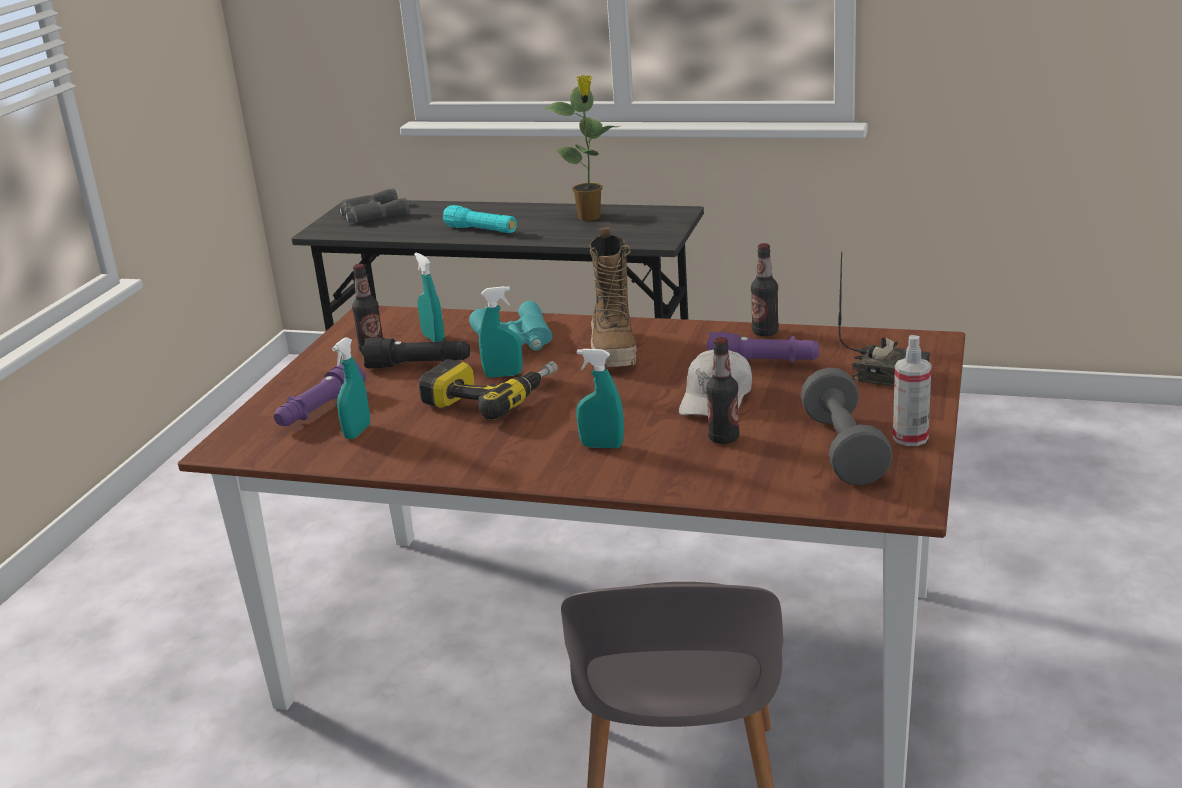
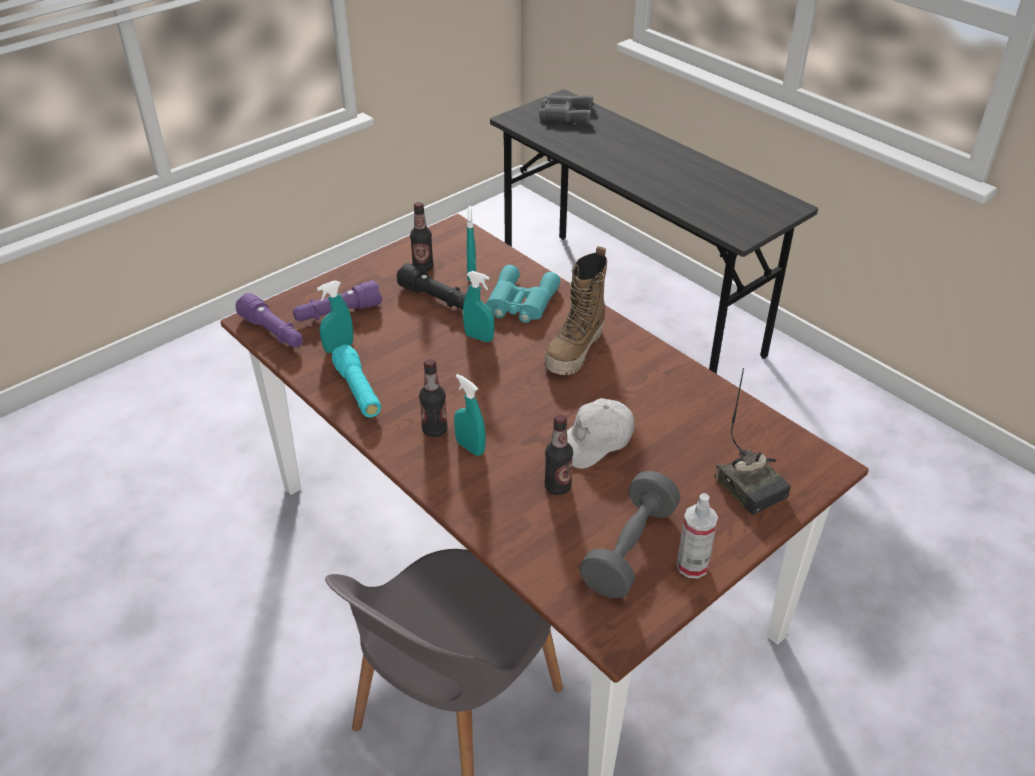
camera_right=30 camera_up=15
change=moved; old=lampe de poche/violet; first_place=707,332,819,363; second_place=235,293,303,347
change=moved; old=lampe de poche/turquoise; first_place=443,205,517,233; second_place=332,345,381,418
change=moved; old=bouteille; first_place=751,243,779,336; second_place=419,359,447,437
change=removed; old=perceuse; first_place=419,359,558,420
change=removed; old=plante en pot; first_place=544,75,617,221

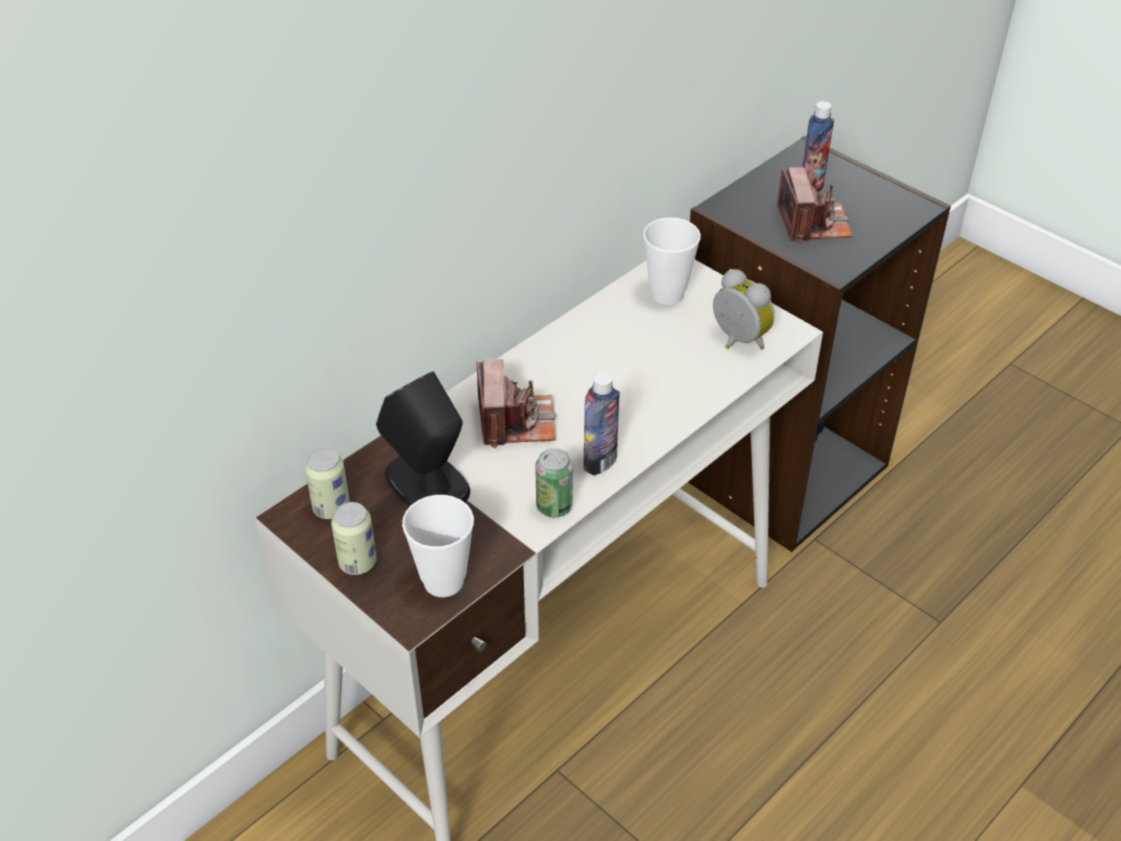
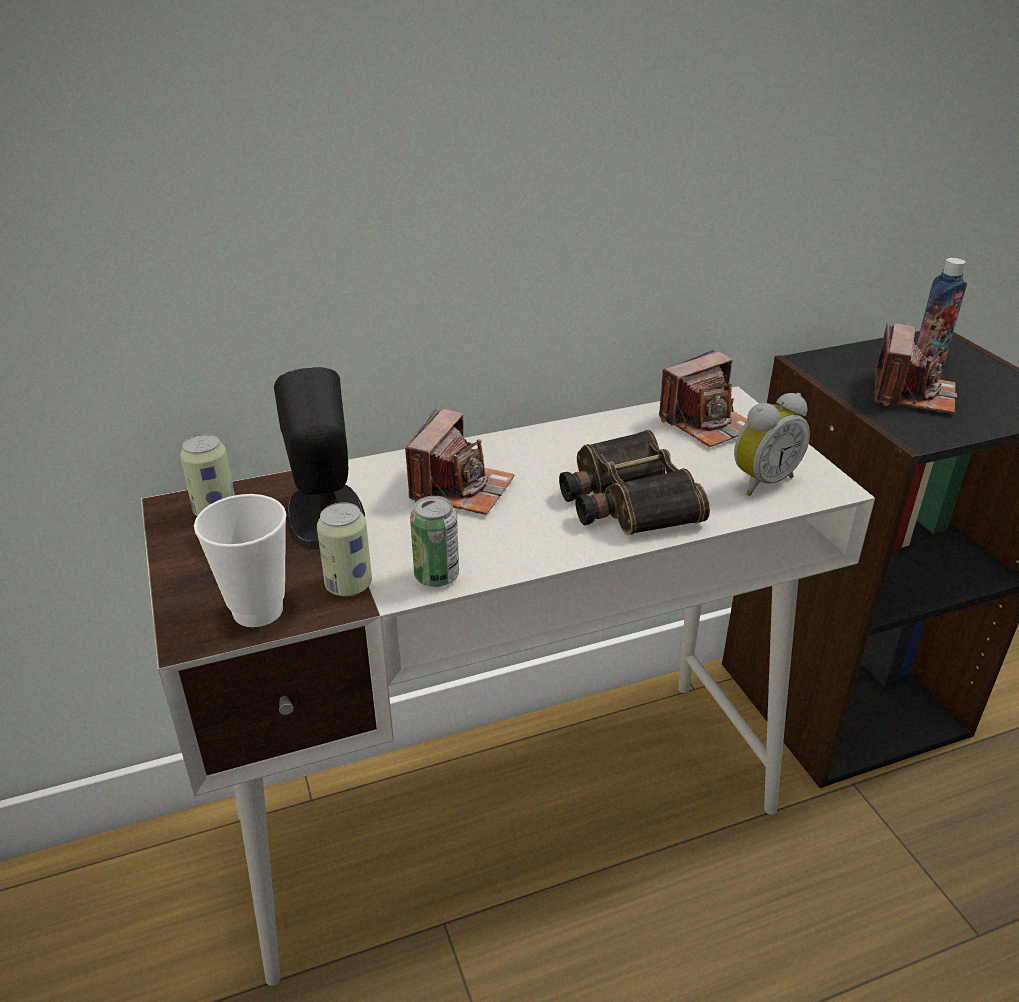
camera_right=25 camera_up=-10
change=moved; old=boîte métallique; first_place=331,502,377,575; second_place=317,502,372,597
change=added; new=jumelles; second_place=559,430,710,535
change=replaced; old=tasse; new=appareil photo; first_place=643,217,701,305; second_place=659,350,747,447
change=turned; old=réveil; first_place=713,269,775,349; second_place=734,393,810,496; degrees=75
change=removed; old=bouteille; first_place=583,372,620,475

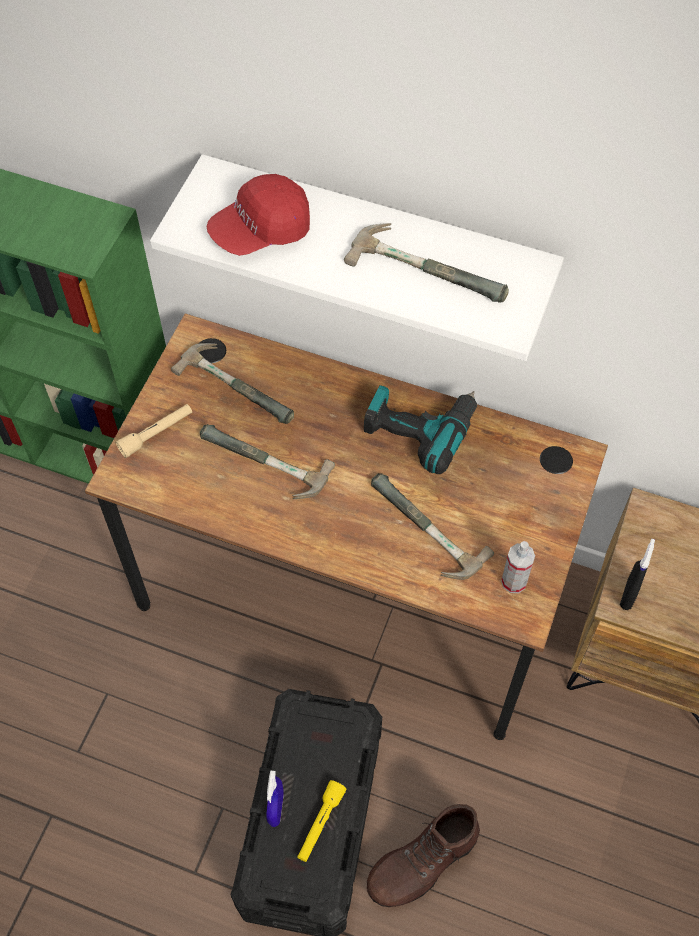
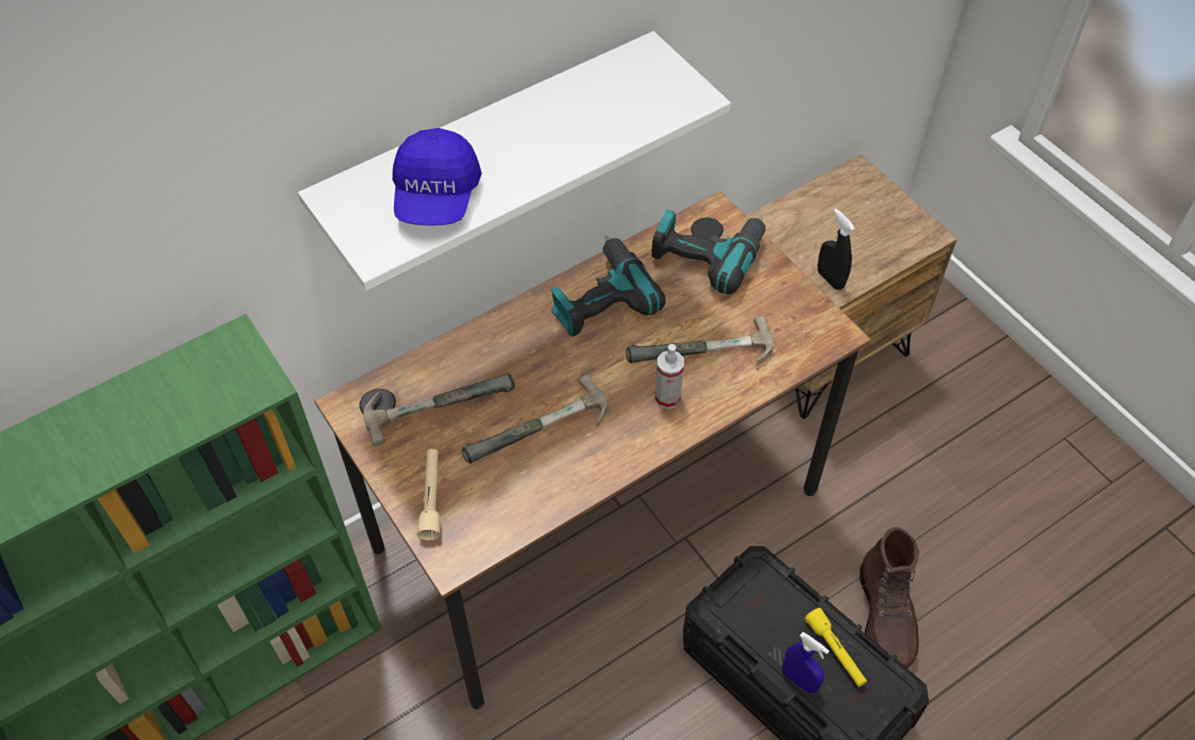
camera_right=-55 camera_up=-5
change=recoloured; old=casquette/rouge; new=casquette/bleu; first_place=206,174,310,256; second_place=392,128,482,226
change=added; new=perceuse; second_place=652,210,766,295
change=moved; old=vaporisateur; first_place=501,541,535,593; second_place=655,344,684,409
change=removed; old=marteau; first_place=344,223,509,303

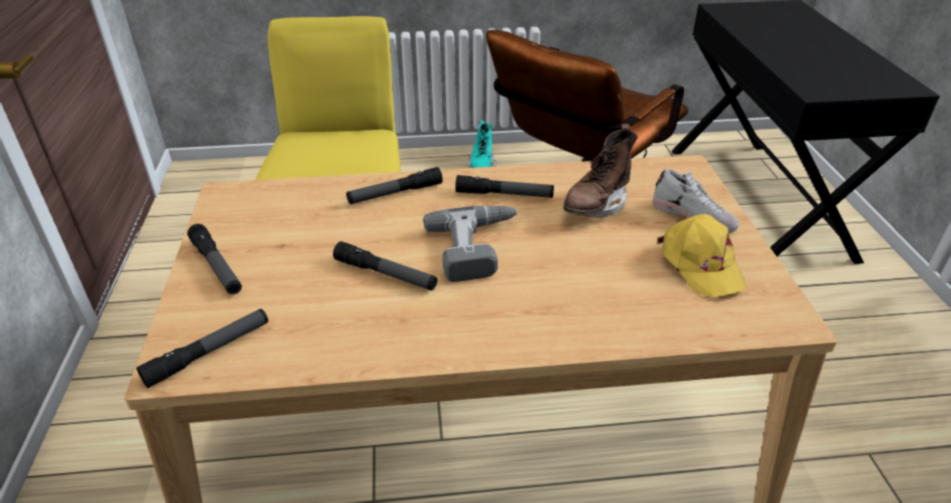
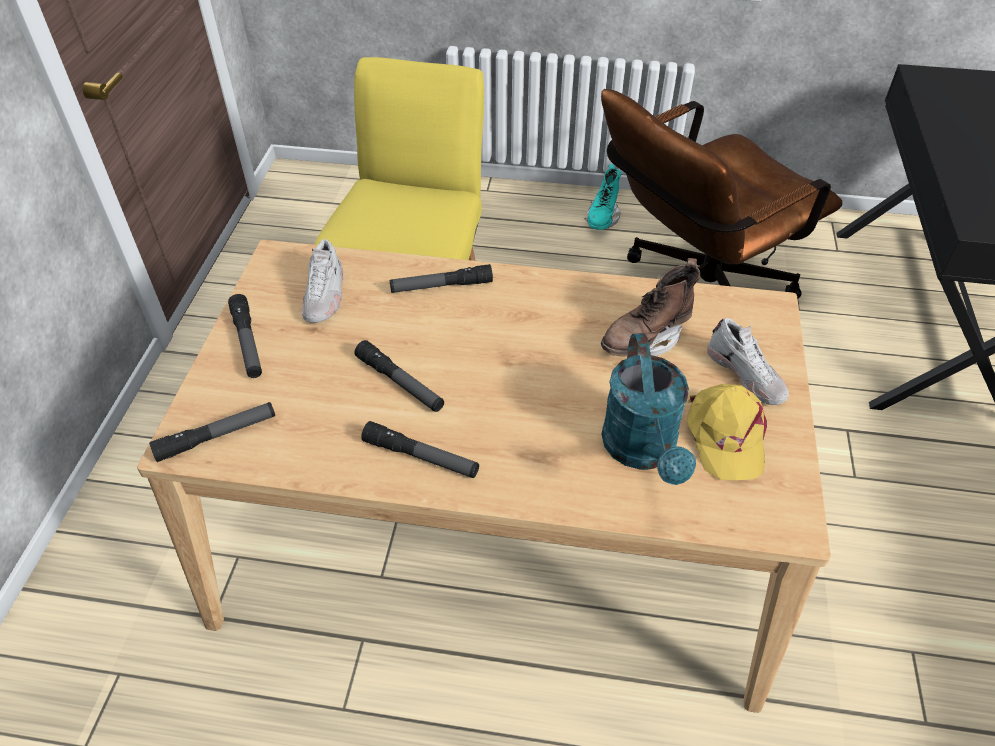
camera_right=15 camera_up=10
change=added; new=chaussure/blanc; second_place=302,239,344,323
change=moved; old=lampe de poche; first_place=455,175,554,198; second_place=361,421,479,478
change=added; new=arrosoir/turquoise; second_place=601,333,696,485
change=removed; old=perceuse; first_place=423,206,518,282

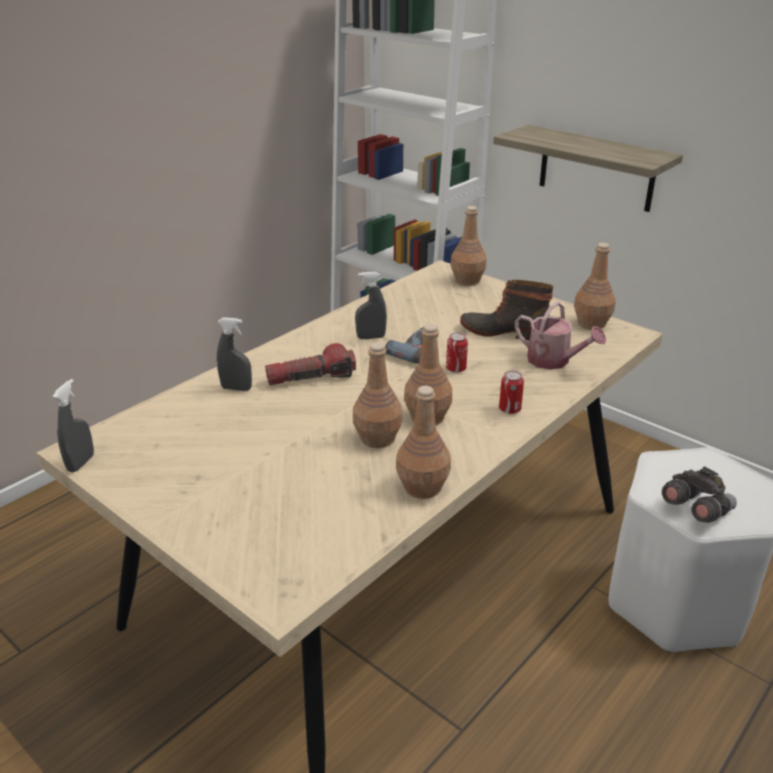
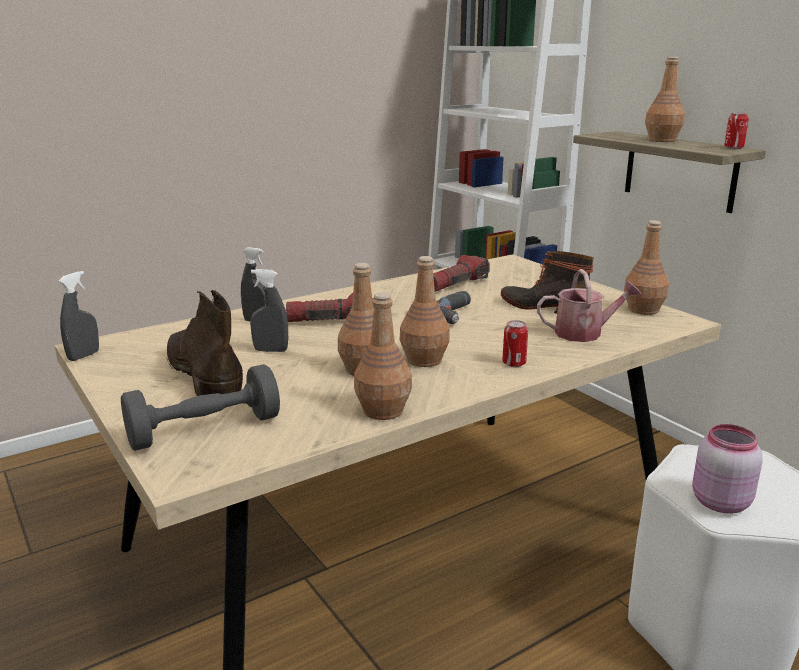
camera_right=15 camera_up=-10
change=added; new=haltère/gris; second_place=121,364,280,451
change=added; new=botte/marron; second_place=166,290,243,396
change=moved; old=vaporisateur/gris; first_place=355,272,387,339; second_place=250,269,288,352
change=added; new=lampe de poche; second_place=433,255,490,292
change=turned; old=arrosoir; first_place=515,302,606,370; second_place=537,269,642,342; degrees=-60
change=moved; old=bouteille/marron; first_place=451,206,487,286; second_place=645,57,685,142
change=replaced; old=jumelles/gris; new=bocal/rose; first_place=662,466,737,523; second_place=692,424,763,514
change=moved; old=boîte métallique; first_place=446,332,468,373; second_place=724,113,749,149

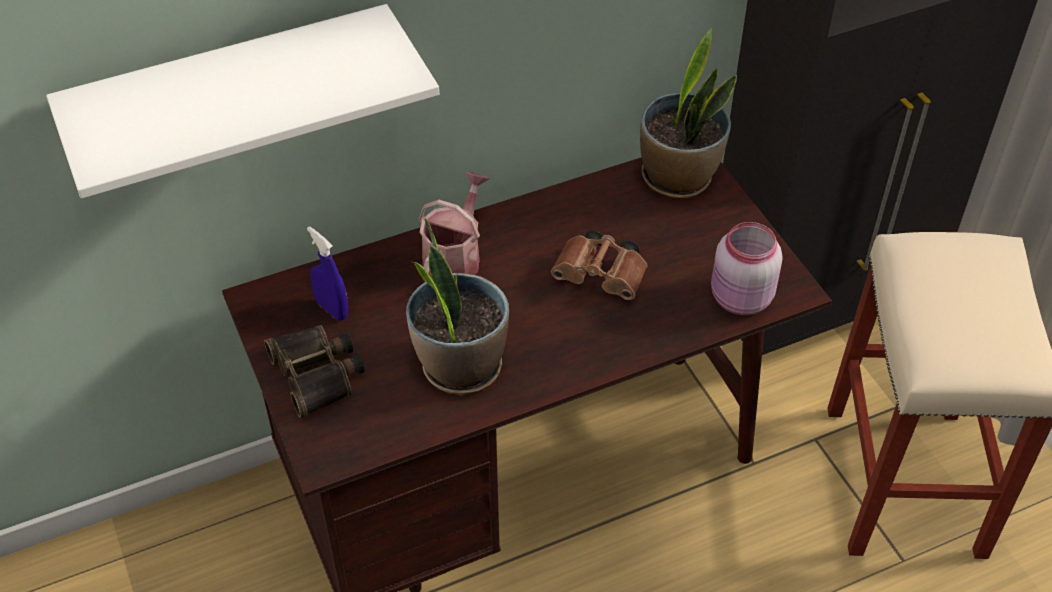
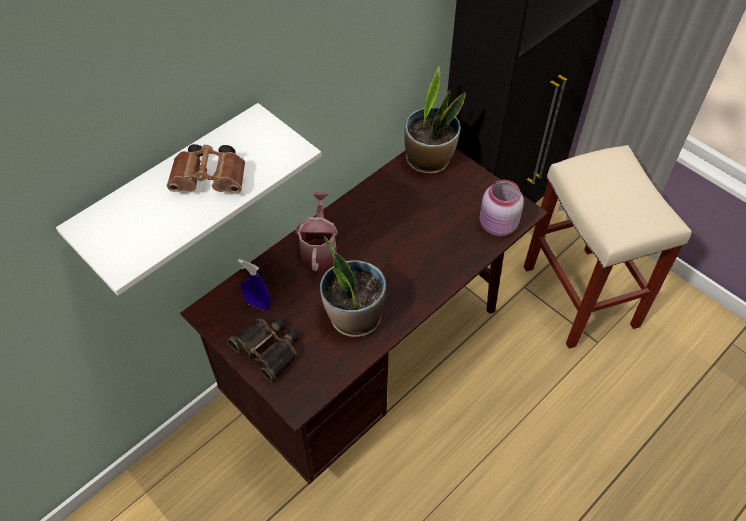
camera_right=-20 camera_up=5
change=moved; old=jumelles/marron; first_place=551,230,647,300; second_place=167,144,245,193

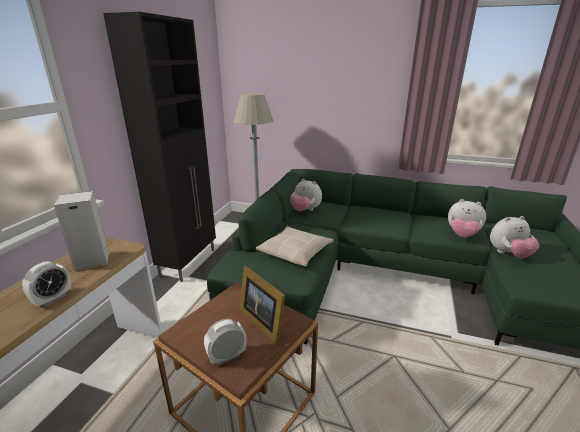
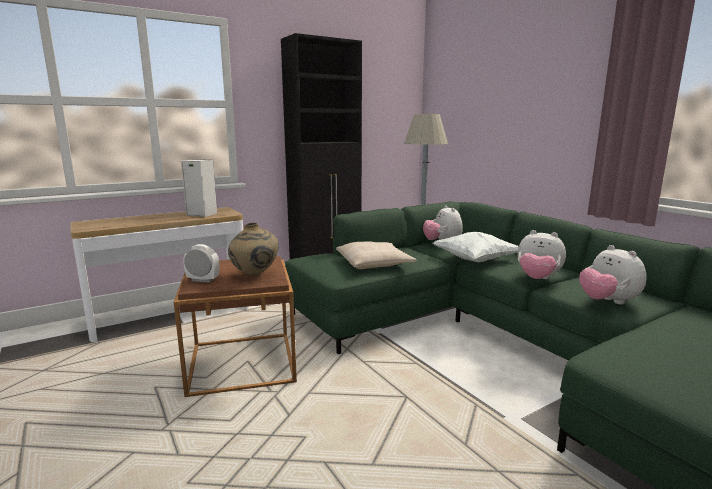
camera_right=40 camera_up=-10
change=replaced; old=cadre photo; new=vase/beige; first_place=240,266,285,344; second_place=228,223,278,275
change=added; new=coussin/blanc; second_place=433,232,519,262
change=moved; old=peluche; first_place=490,216,539,258; second_place=518,230,566,279
change=removed; old=réveil; first_place=22,261,71,307

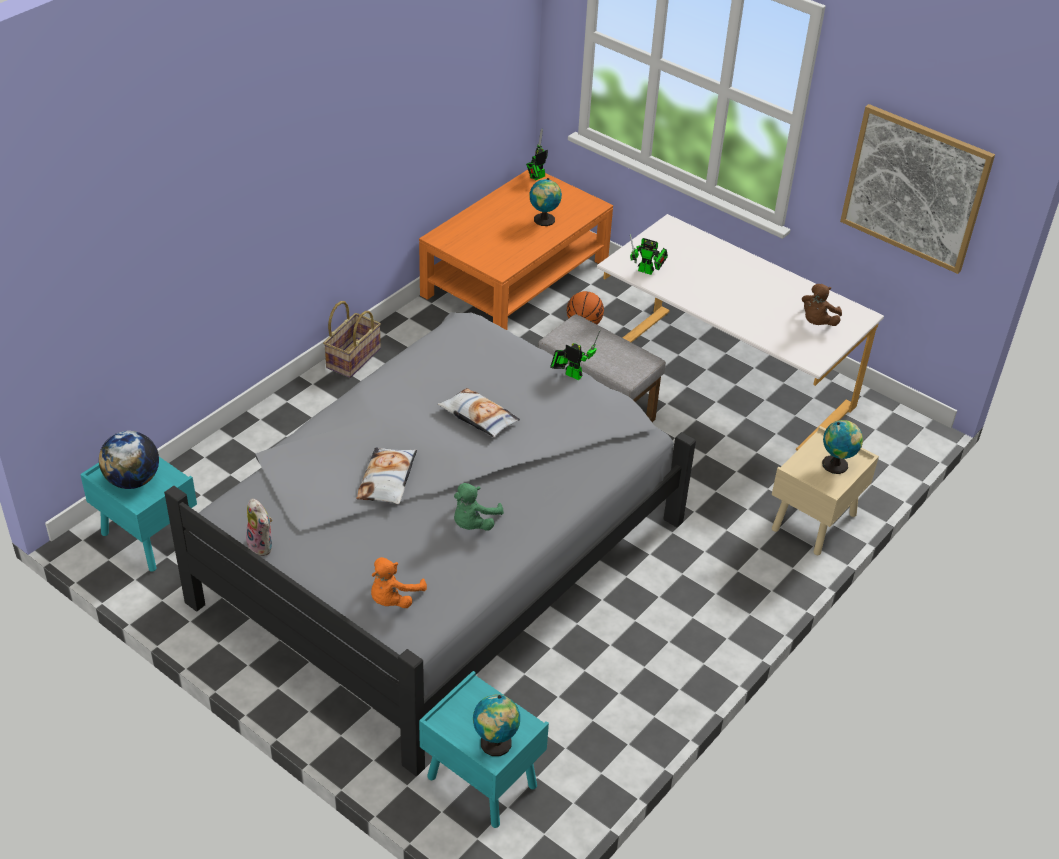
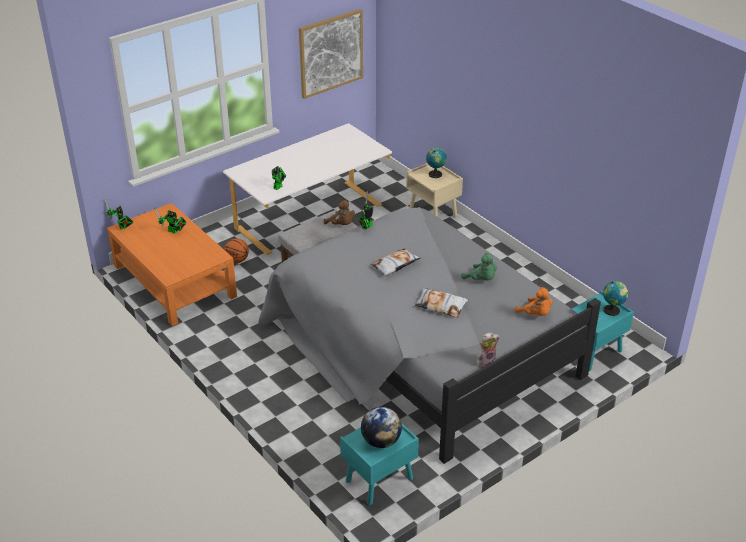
camera_right=-75 camera_up=-5
change=replaced; old=globe; new=robot jouet; first_place=529,178,562,226; second_place=155,207,187,234
change=moved; old=peluche/marron; first_place=802,284,842,326; second_place=324,200,355,225
change=removed; old=panier; first_place=323,301,381,378

